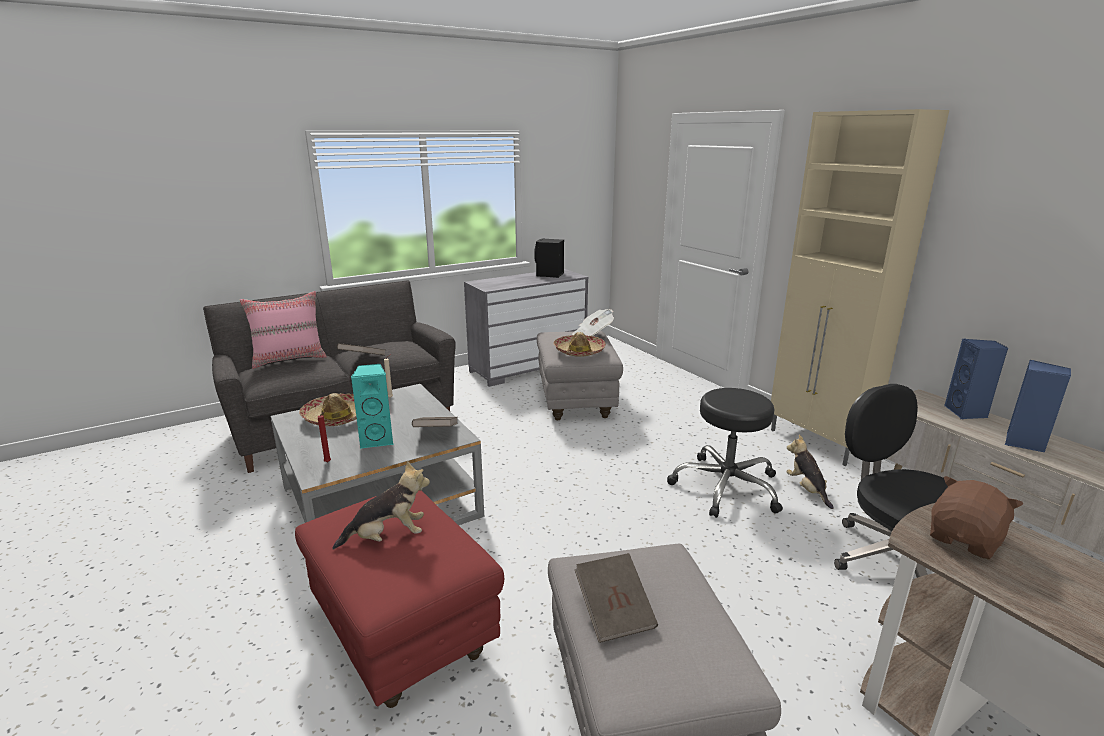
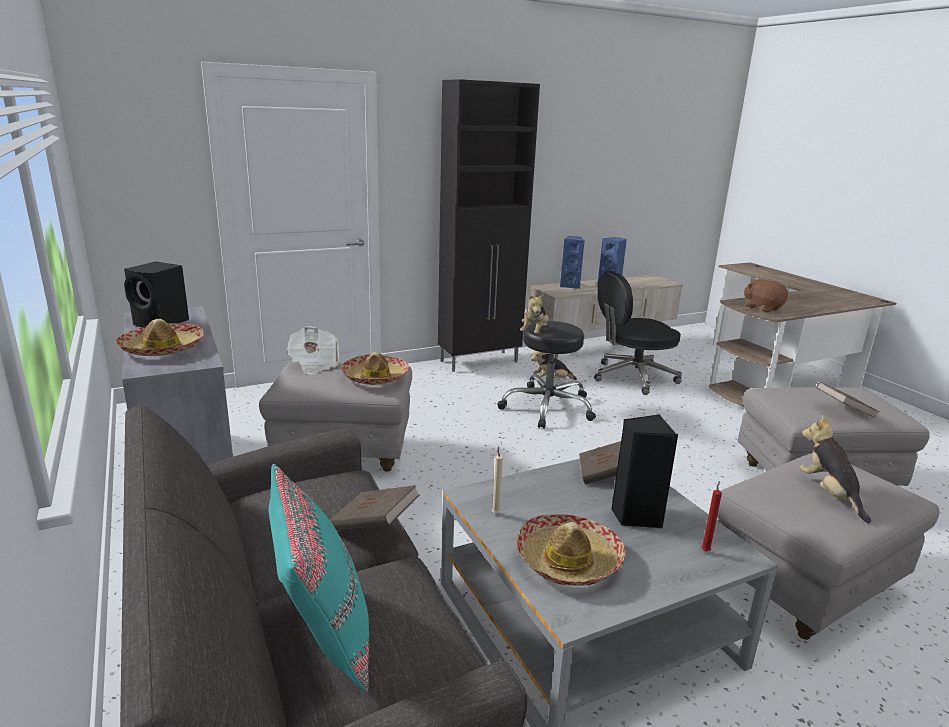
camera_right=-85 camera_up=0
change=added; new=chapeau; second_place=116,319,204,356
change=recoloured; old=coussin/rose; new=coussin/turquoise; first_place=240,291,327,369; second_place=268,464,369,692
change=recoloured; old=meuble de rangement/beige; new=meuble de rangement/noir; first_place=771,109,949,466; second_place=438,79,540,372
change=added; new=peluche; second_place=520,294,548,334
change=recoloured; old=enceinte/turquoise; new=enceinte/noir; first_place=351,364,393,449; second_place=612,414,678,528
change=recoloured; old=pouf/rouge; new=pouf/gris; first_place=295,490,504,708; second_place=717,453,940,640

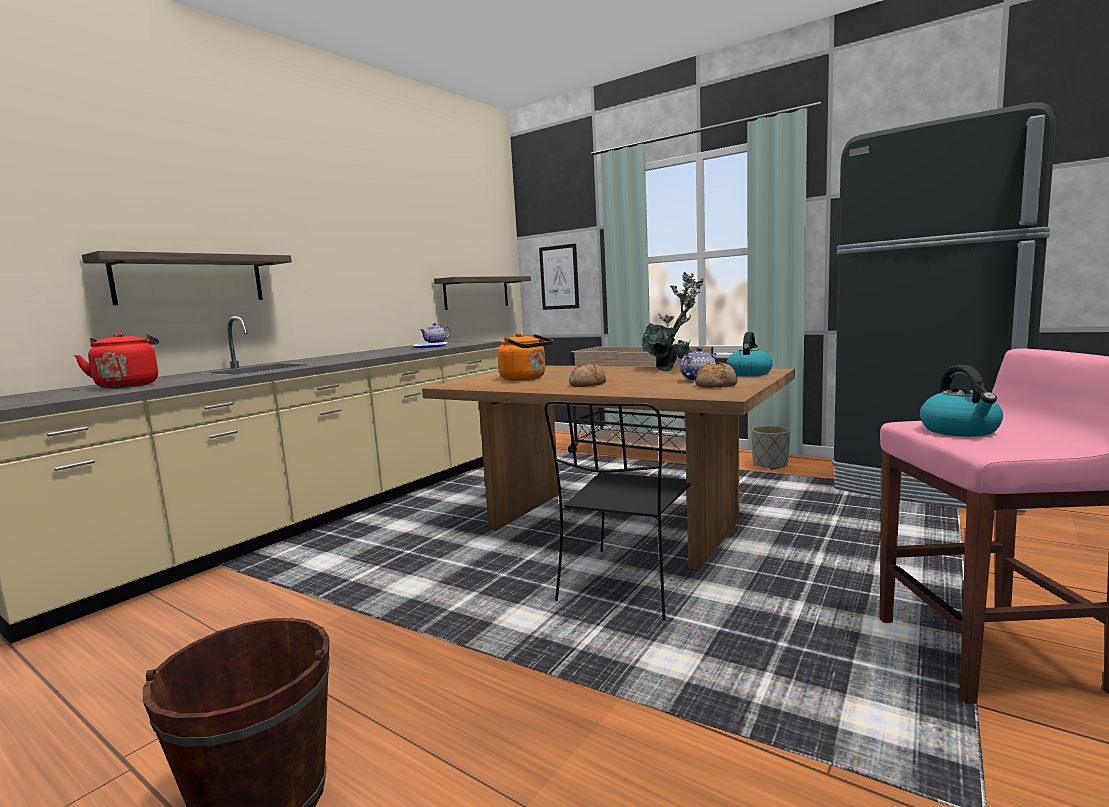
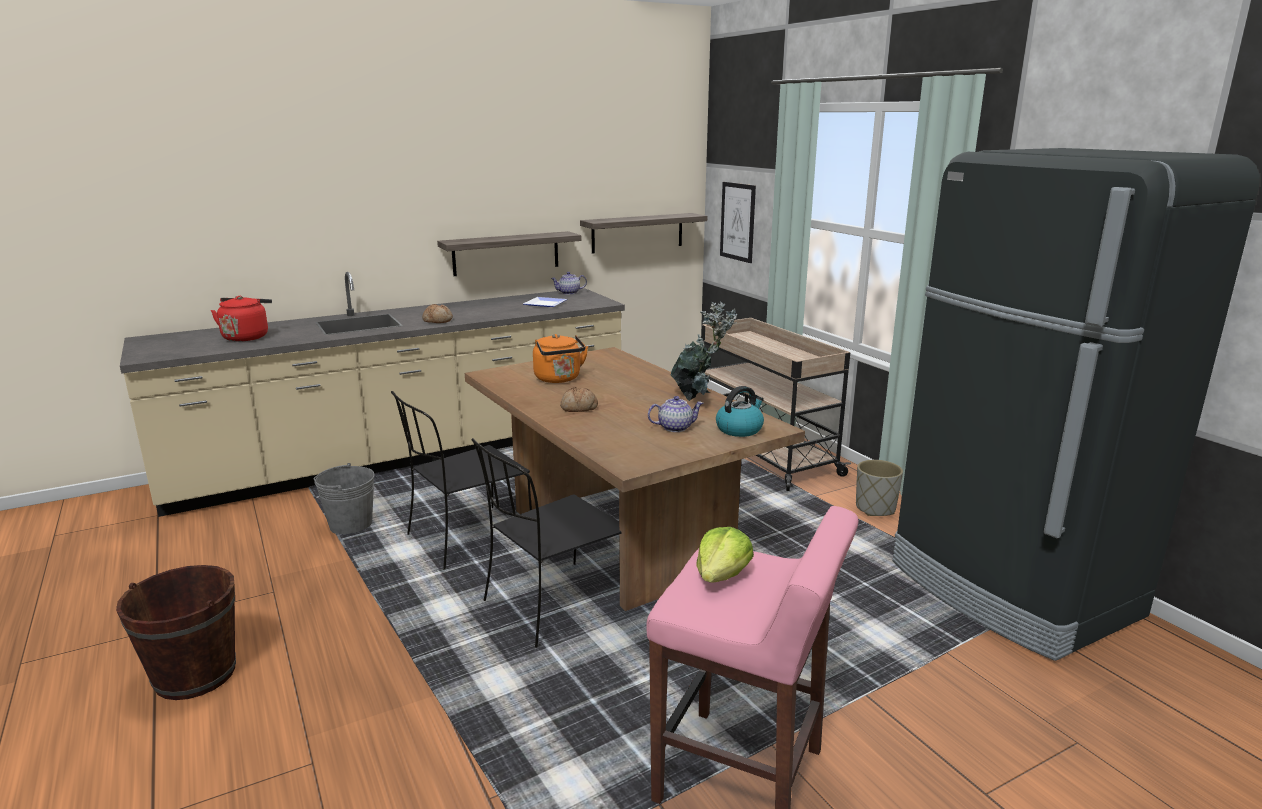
camera_right=25 camera_up=10
change=added; new=seau/gris; second_place=313,463,375,534
change=added; new=chaise/noir; second_place=391,391,532,570
change=moved; old=pain; first_place=695,362,738,388; second_place=422,304,453,323
change=moved; old=étagère; first_place=82,251,292,305; second_place=437,231,582,276
change=replaced; old=bouilloire; new=laitue; first_place=920,365,1003,437; second_place=696,527,754,583

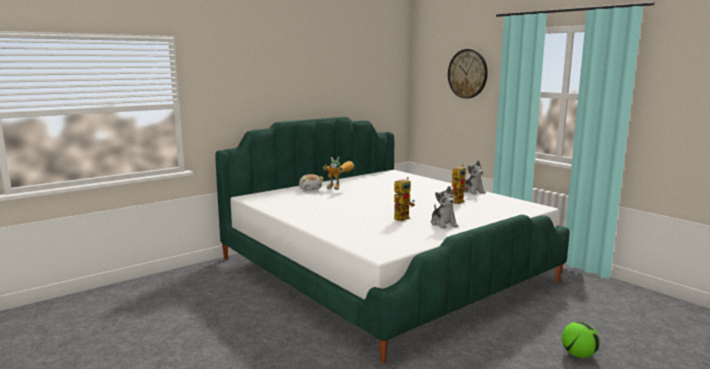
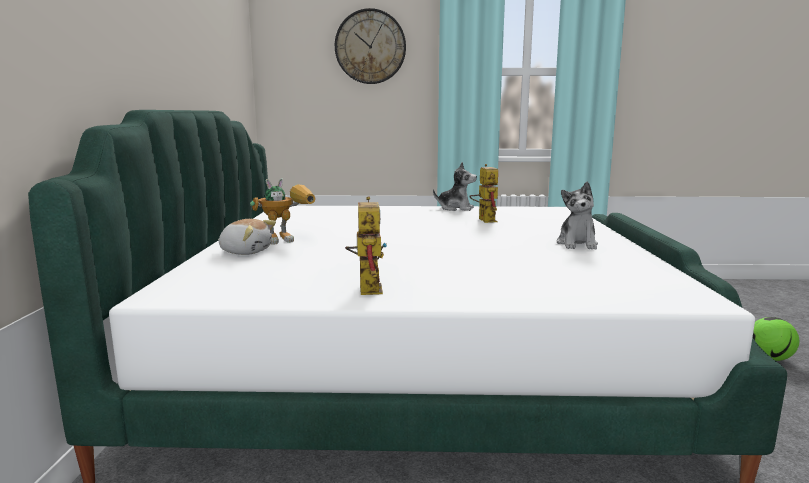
camera_right=-50 camera_up=0
change=moved; old=robot jouet; first_place=394,177,415,221; second_place=345,196,387,295
change=turned; old=peluche; first_place=431,186,458,229; second_place=557,182,598,250; degrees=75

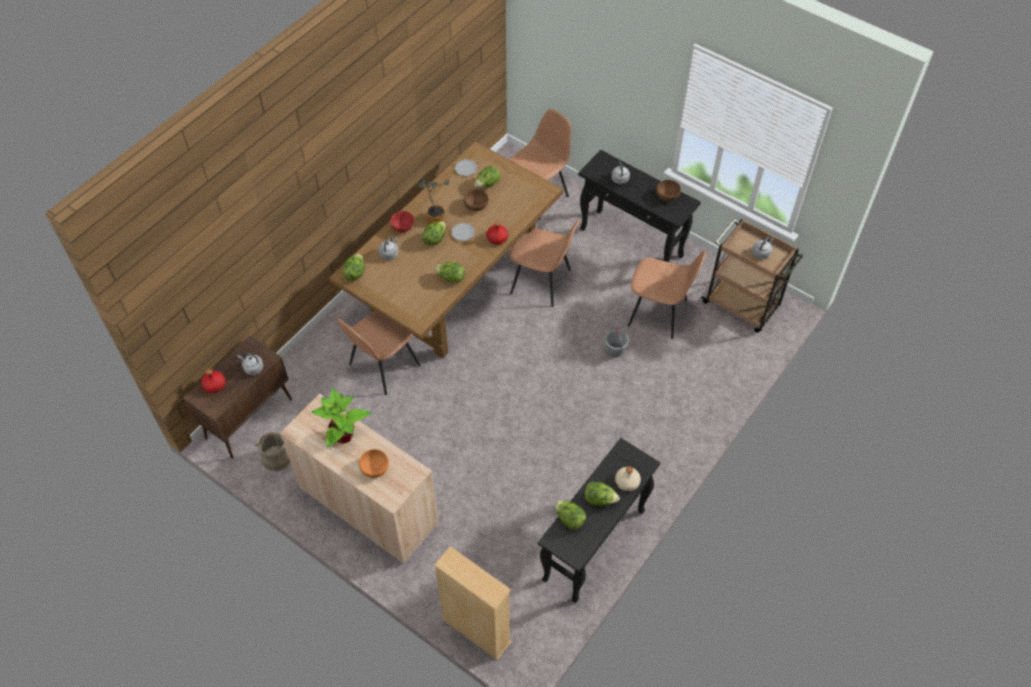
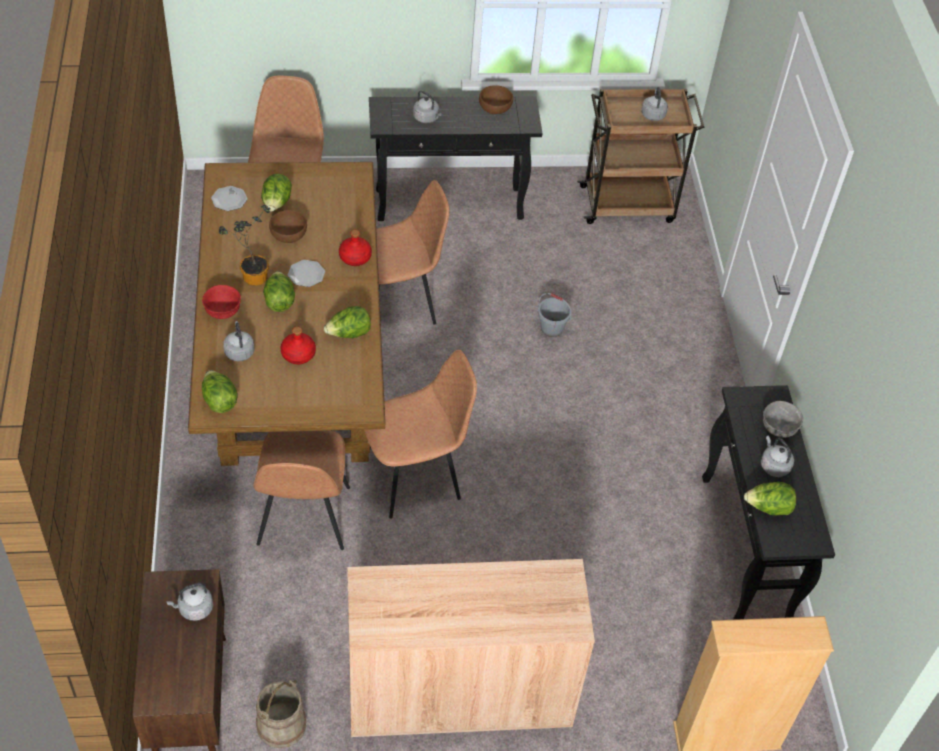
camera_right=-45 camera_up=-5
change=moved; old=bouteille/rouge; first_place=201,369,226,393; second_place=281,327,316,364
change=moved; old=chaise/marron; first_place=628,250,706,339; second_place=364,350,477,519
change=replaced; old=laitue; new=bouilloire/gris; first_place=584,482,620,506; second_place=761,435,794,477
change=replaced; old=bouteille/beige; new=bol/gris; first_place=615,466,641,491; second_place=763,401,803,438
change=removed; old=plante en pot; first_place=312,388,371,447
change=removed; old=bol/orange; first_place=359,449,389,478

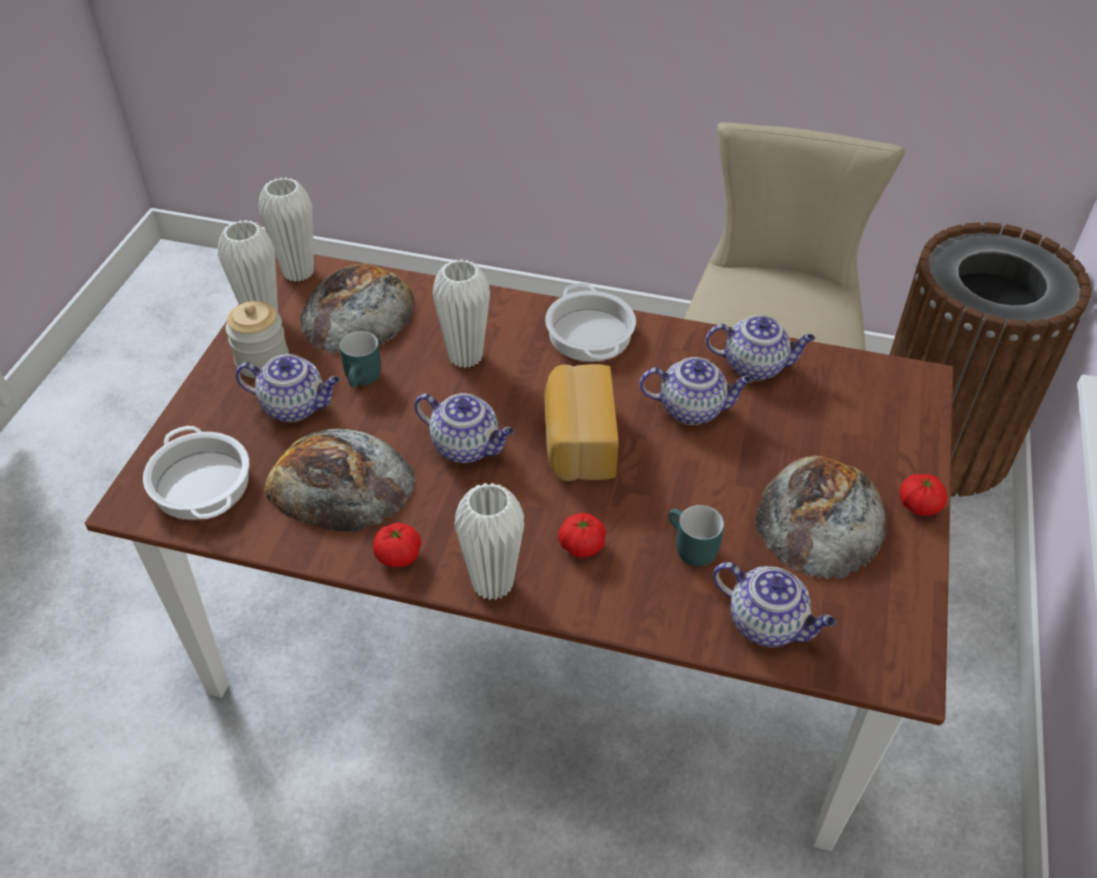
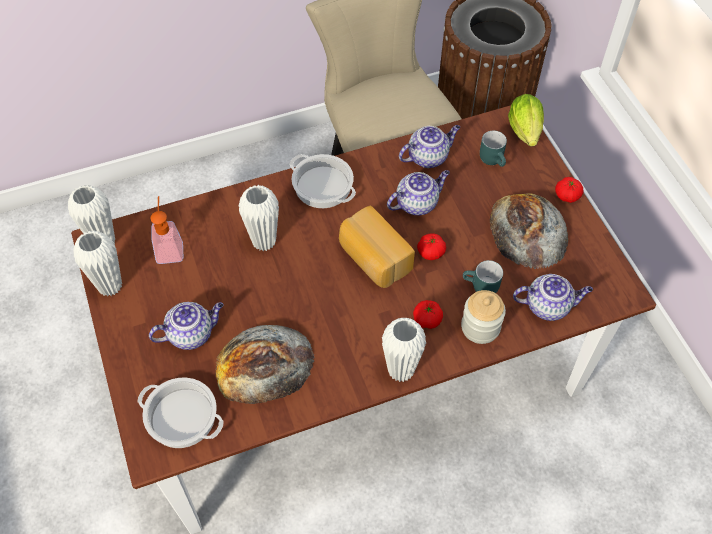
camera_right=-35 camera_up=10
change=replaced; old=pain; new=distributeur de savon; first_place=300,264,415,354; second_place=150,196,183,264
change=moved; old=tomate; first_place=373,523,421,567; second_place=417,233,446,260
change=moved; old=bocal; first_place=225,301,289,378; second_place=461,290,506,344
change=moved; old=mug/turquoise; first_place=340,331,381,387; second_place=480,131,507,167
change=added; new=laitue; second_place=508,94,544,146
change=removed; old=théière; first_place=414,393,514,463

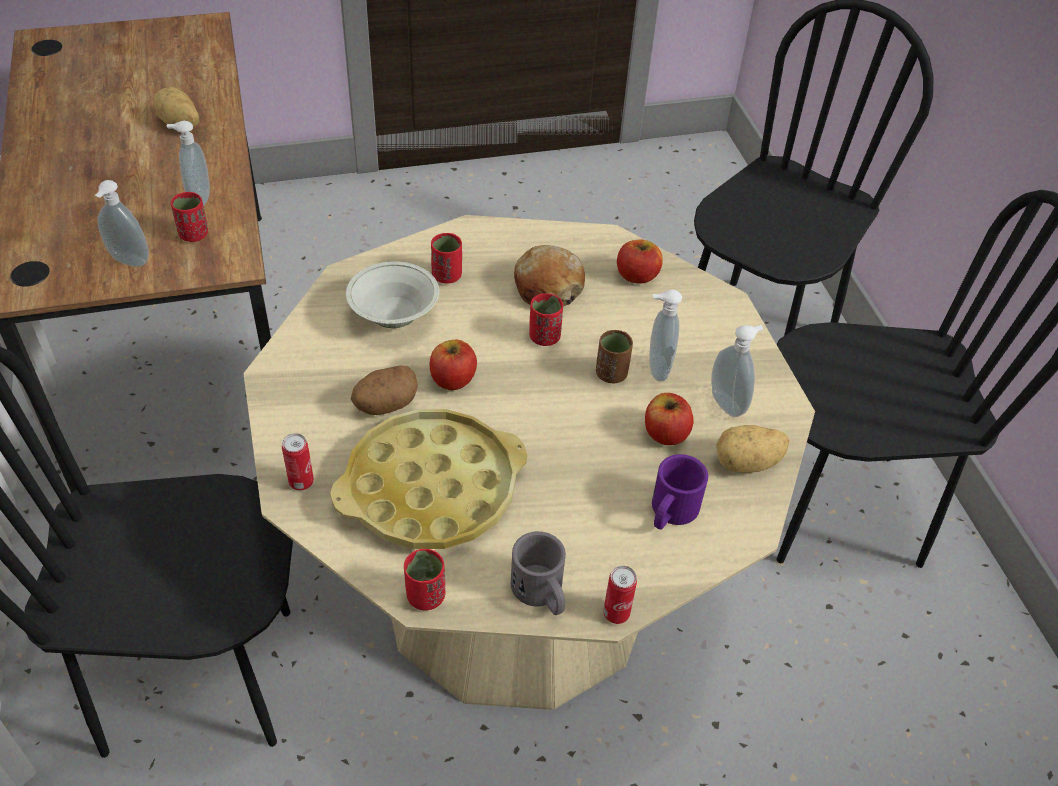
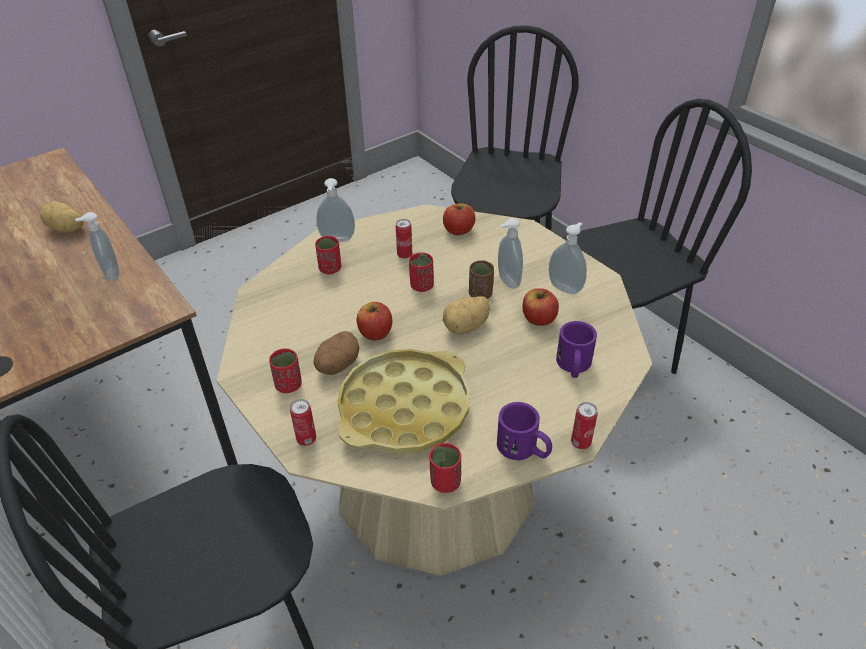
camera_right=-20 camera_up=-5
change=moved; old=tasse/rouge; first_place=171,192,208,242; second_place=269,348,302,393
change=moved; old=distributeur de savon; first_place=95,180,149,267; second_place=316,178,355,242
change=replaced; old=pain; new=boîte métallique; first_place=514,245,585,306; second_place=396,219,412,259
change=moved; old=pomme de terre; first_place=716,425,789,473; second_place=443,296,490,334
change=recoloured; old=mug/gris; new=mug/violet; first_place=511,531,566,615; second_place=497,402,552,460
change=removed; old=bol/blanc; first_place=346,261,439,328

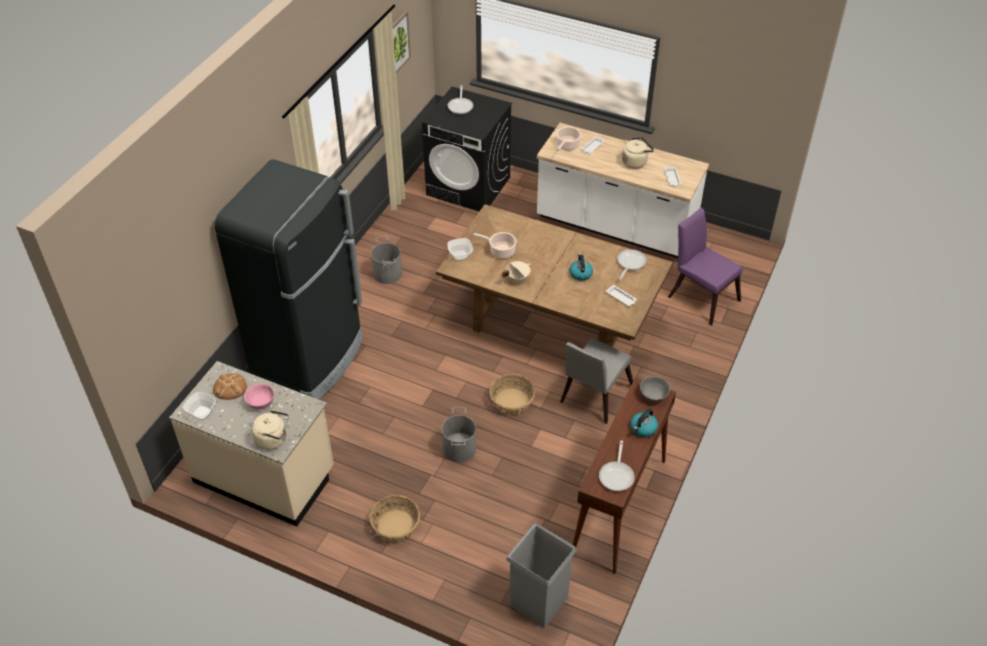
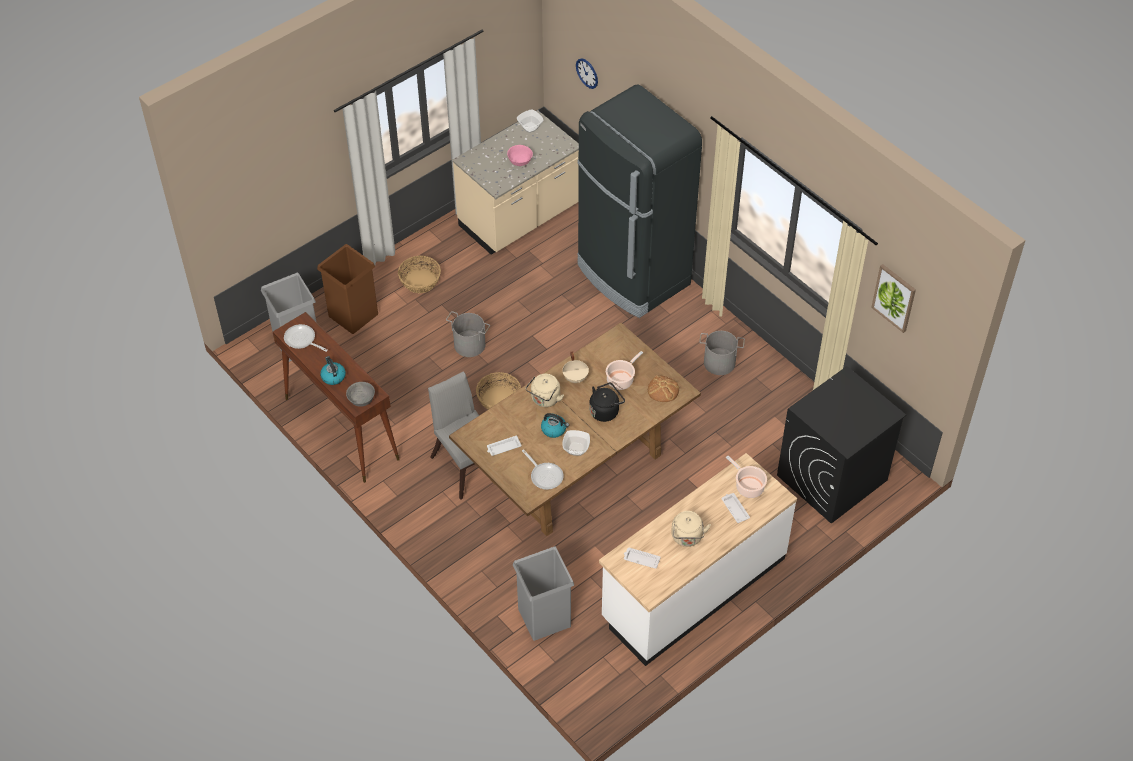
camera_right=115 camera_up=5
change=added; new=poubelle/marron; second_place=317,244,378,334
change=replaced; old=chaise/violet; new=poubelle/gris; first_place=668,208,743,325; second_place=513,546,574,641
change=moved; old=bouilloire/beige; first_place=252,409,289,450; second_place=526,374,564,407
change=moved; old=bol; first_place=447,238,473,261; second_place=562,430,590,456
change=added; new=horloge murale; second_place=576,58,598,89
change=added; new=bouilloire/noir; second_place=589,382,625,422
change=moved; old=pain; first_place=213,373,247,400; second_place=648,375,679,402
change=removed; old=poêle; first_place=448,85,473,114

